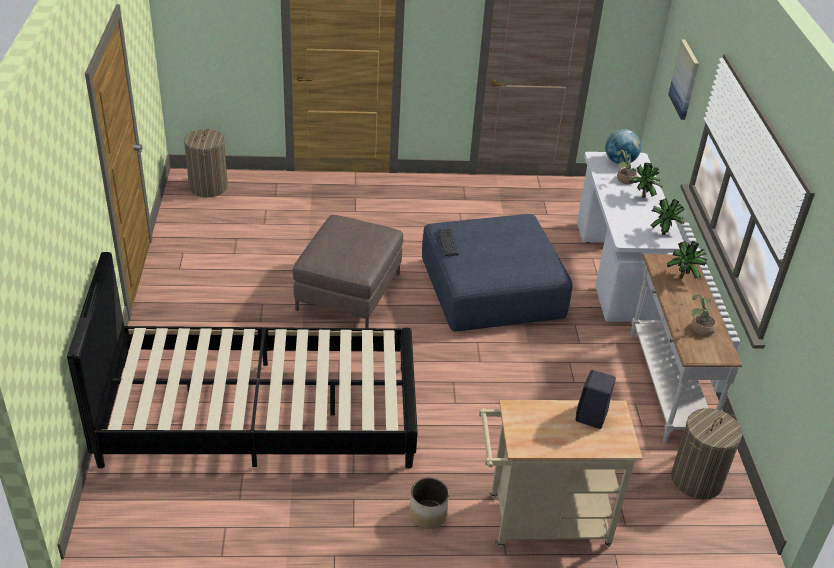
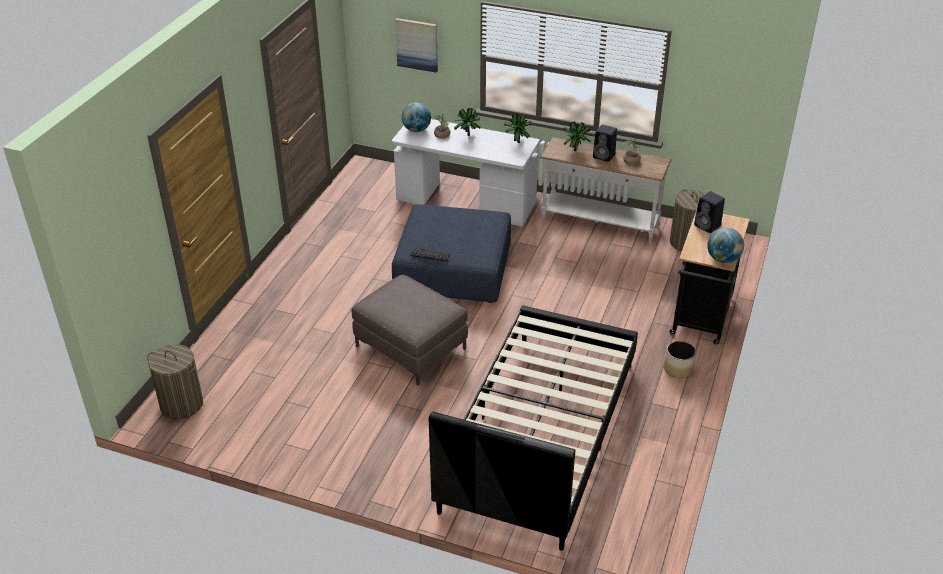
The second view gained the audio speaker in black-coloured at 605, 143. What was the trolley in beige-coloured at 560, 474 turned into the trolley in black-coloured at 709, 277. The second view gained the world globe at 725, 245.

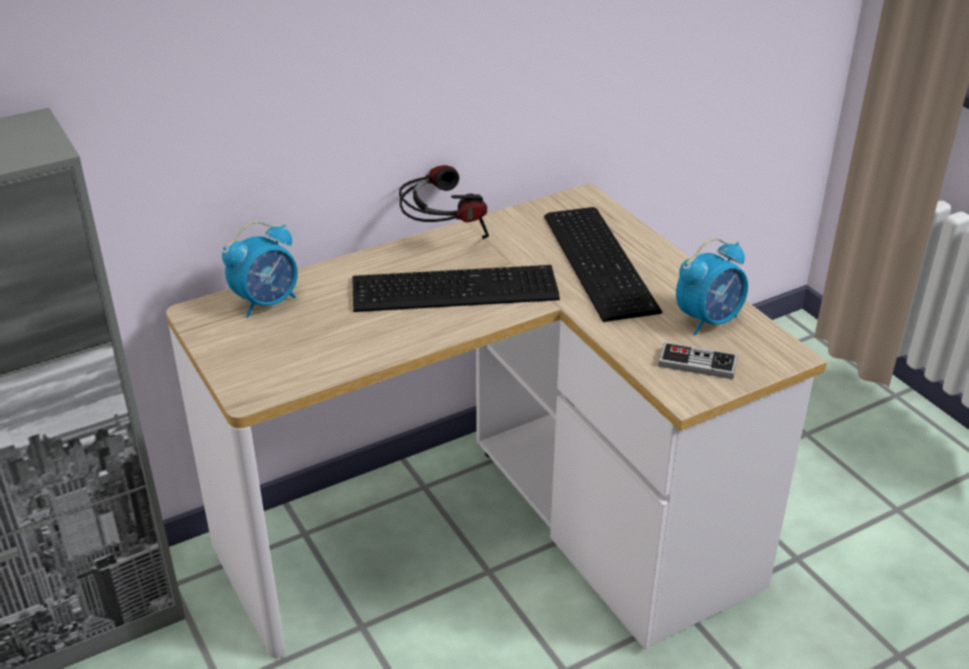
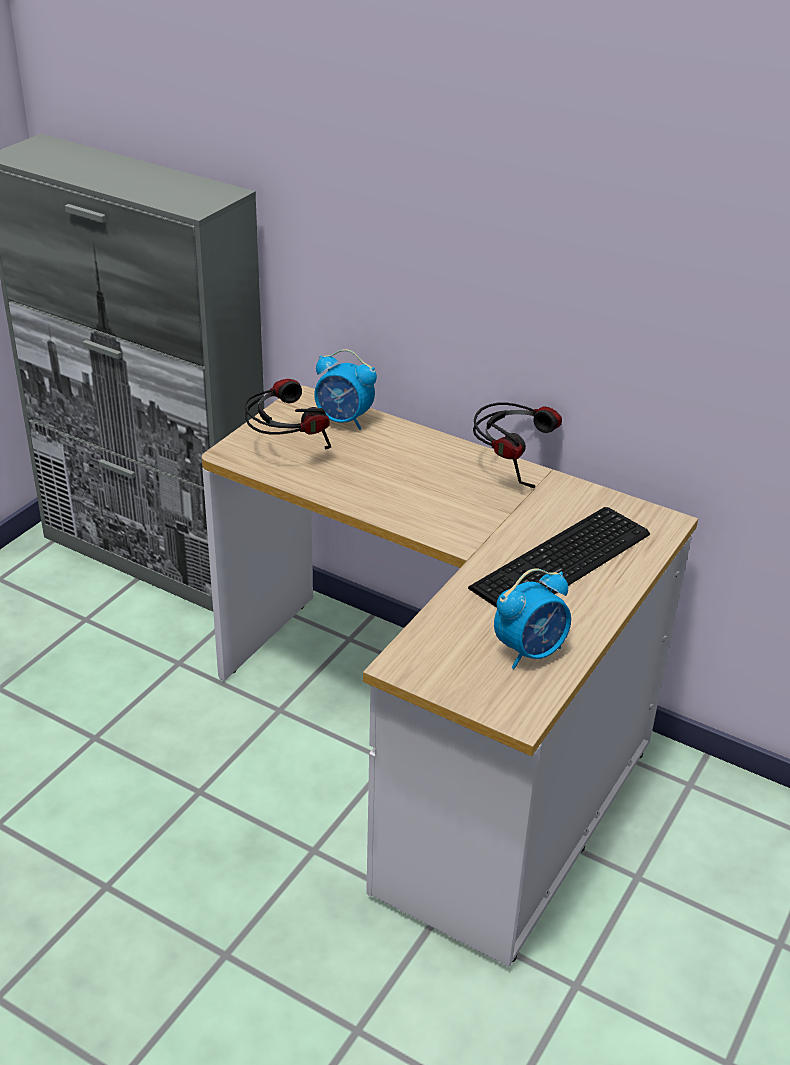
The second view gained the headphones at 288, 414. The alarm clock at 712, 286 ended up facing another way, 60 degrees counterclockwise from before. The second view lost the keyboard at 456, 288. The second view lost the game controller at 698, 360.

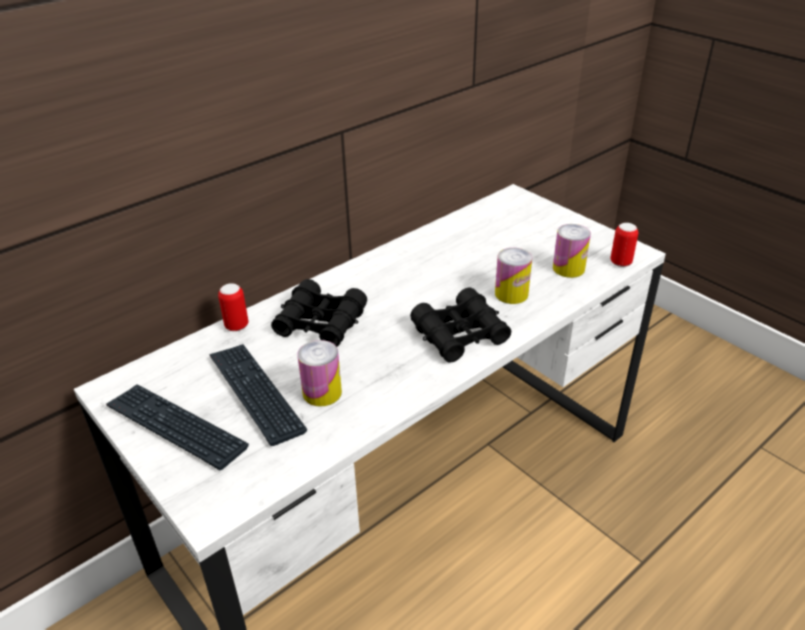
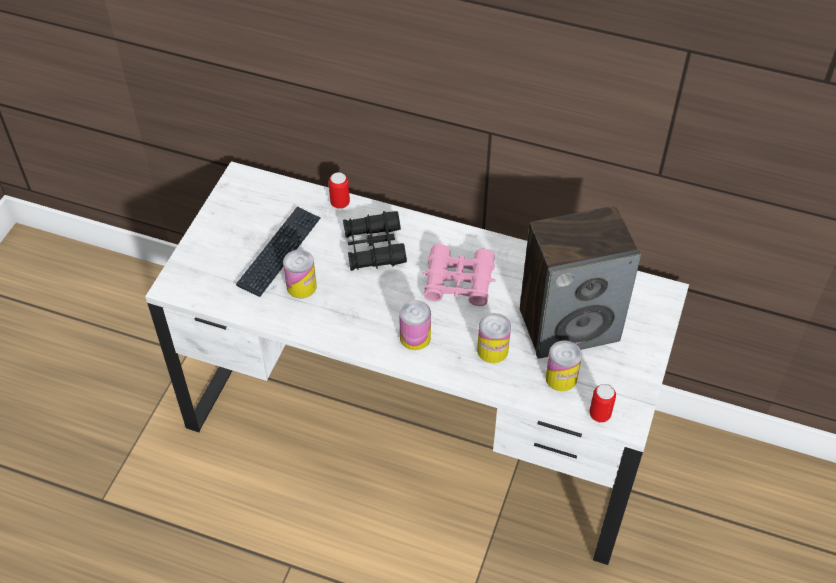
Where the binoculars in black-coloured stood at 460, 325, the metal can came to stand at 415, 325. The second view gained the binoculars in pink at 459, 275. The second view gained the audio speaker at 580, 282. The second view lost the keyboard at 177, 427.

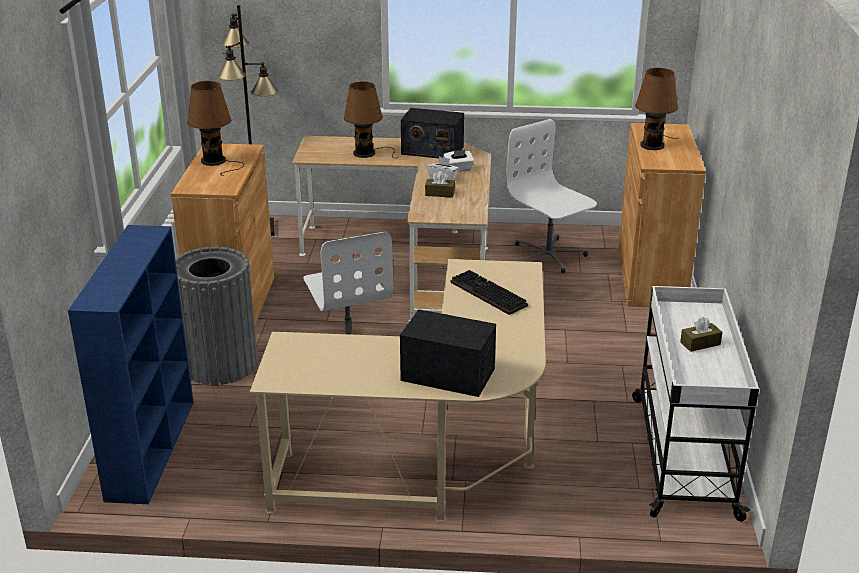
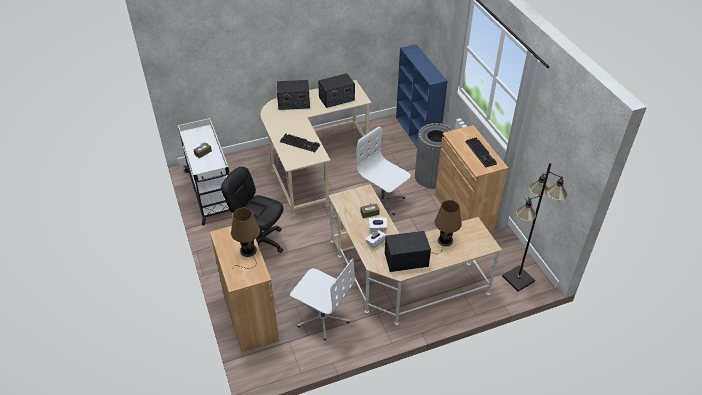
The second view gained the computer chair in black-coloured at 252, 210. The second view gained the radio receiver at 336, 90. Where the table lamp in brown-coloured stood at 215, 128, the keyboard came to stand at 481, 152.

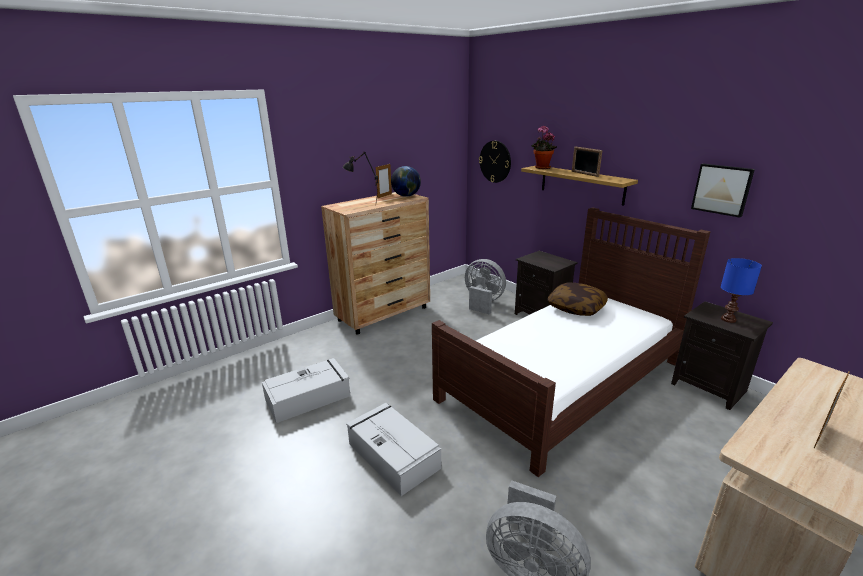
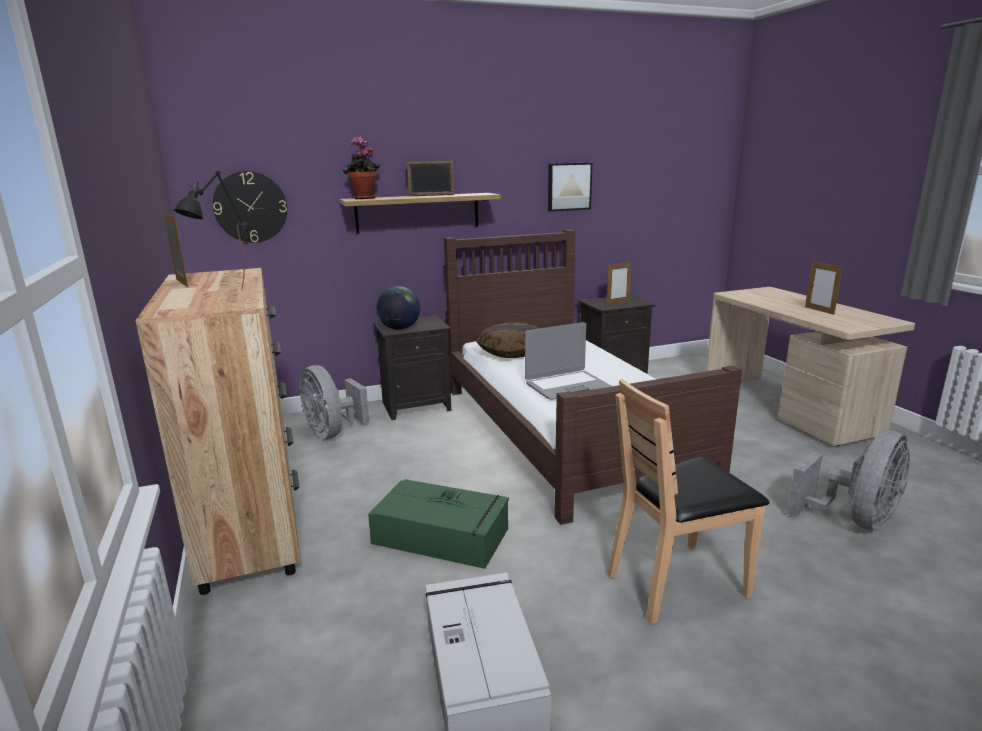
The fan in gray at 485, 286 ended up facing another way, 90 degrees counterclockwise from before. The second view gained the storage bin in green-coloured at 438, 524. The world globe ended up elsewhere, having gone from 406, 181 to 398, 308. The second view gained the portable computer at 568, 361. Where the table lamp in blue stood at 741, 290, the photo frame came to stand at 619, 282. Where the storage bin in gray stood at 393, 449, the chair in brown-coloured came to stand at 688, 501.

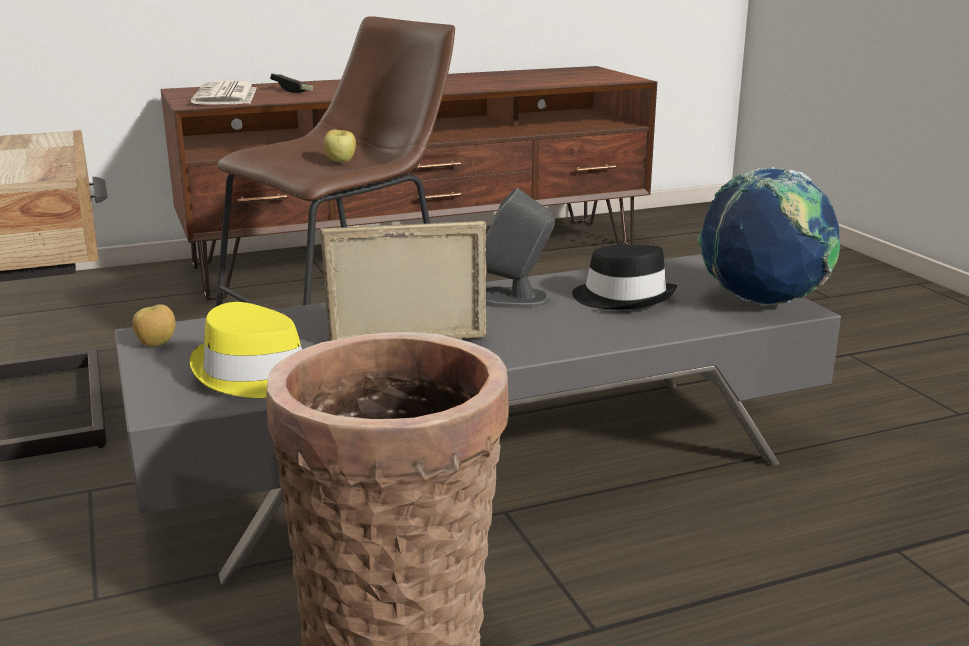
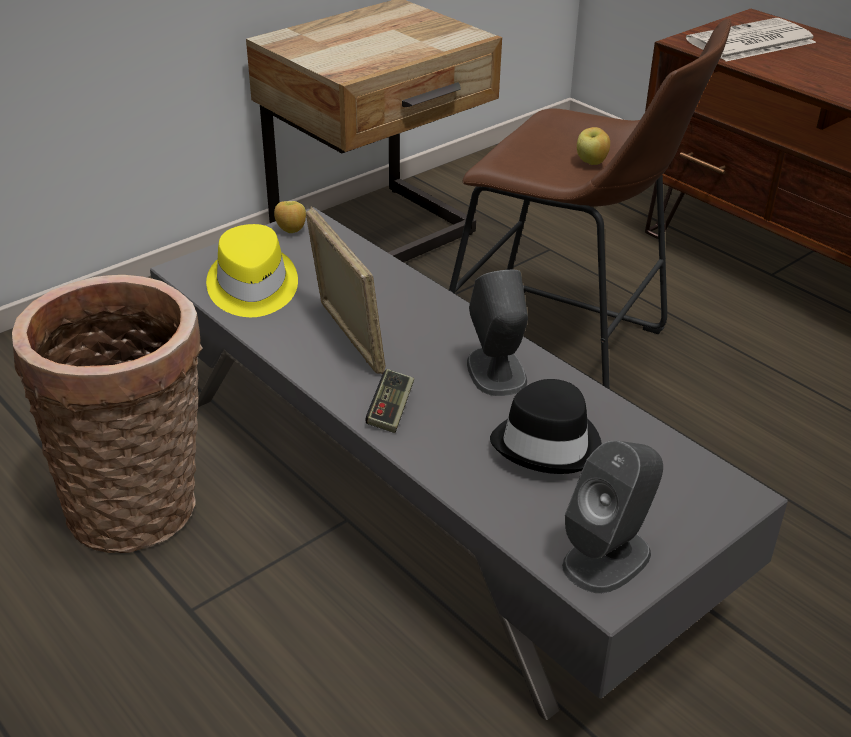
The game controller ended up elsewhere, having gone from 291, 83 to 390, 401. Where the world globe stood at 768, 236, the audio speaker in gray came to stand at 612, 516.

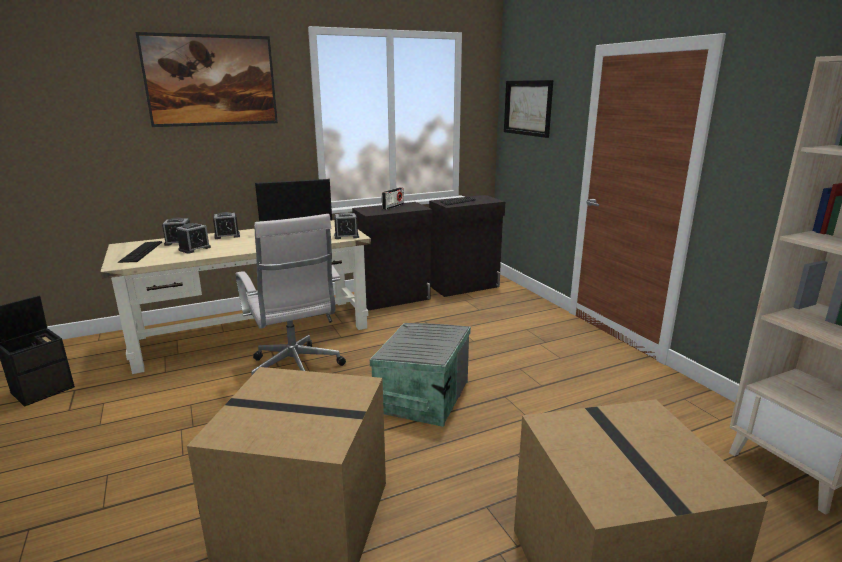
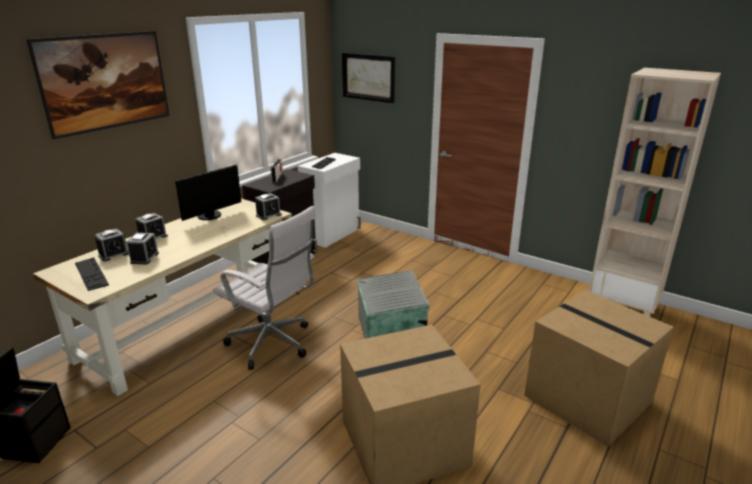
What was the storage cabinet in black-coloured at 467, 246 turned into the storage cabinet in white at 329, 200.

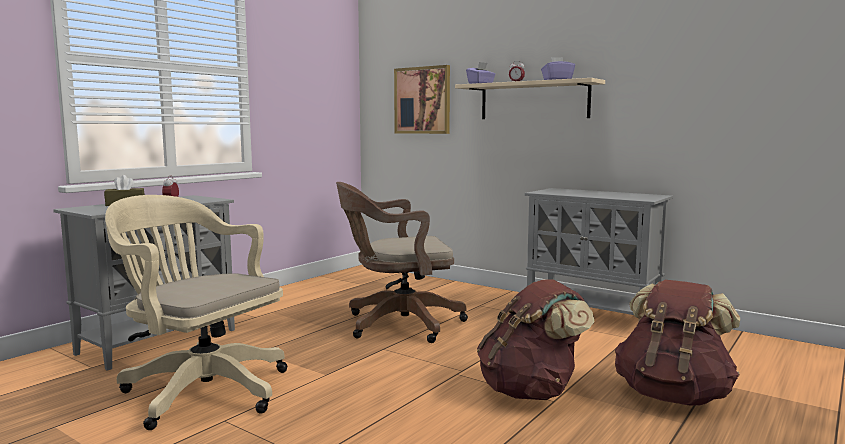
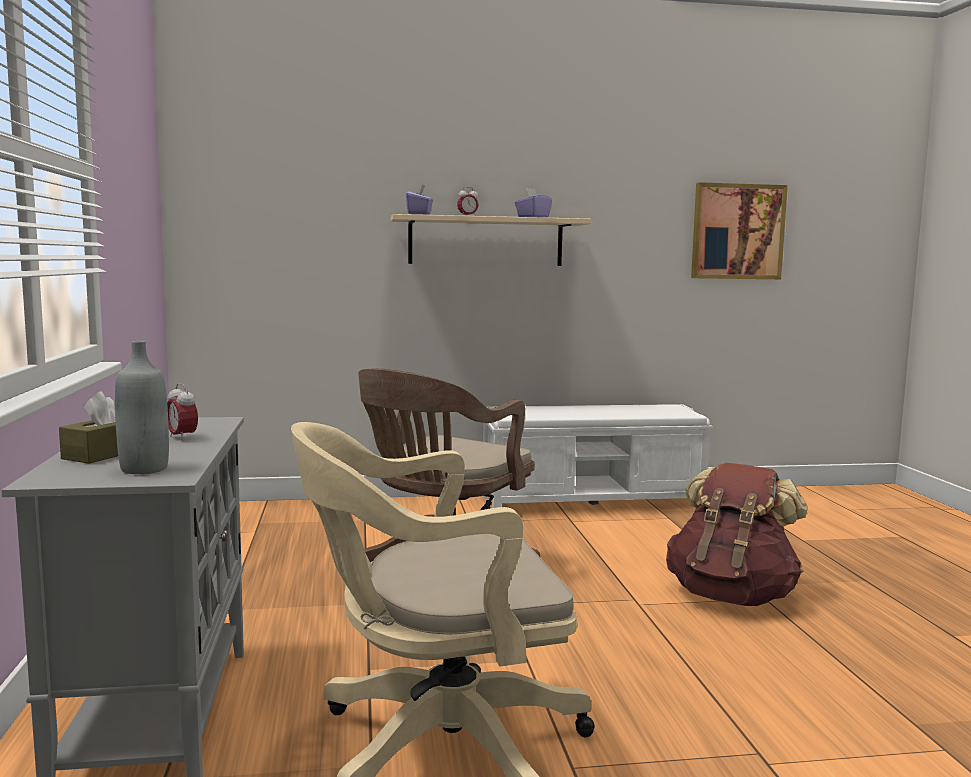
The second view gained the drink bottle in gray at 142, 407. Where the storage cabinet in gray stood at 599, 251, the bench in white came to stand at 597, 456. The picture ended up elsewhere, having gone from 422, 99 to 739, 230. The second view lost the rucksack in brown-coloured at 677, 343.

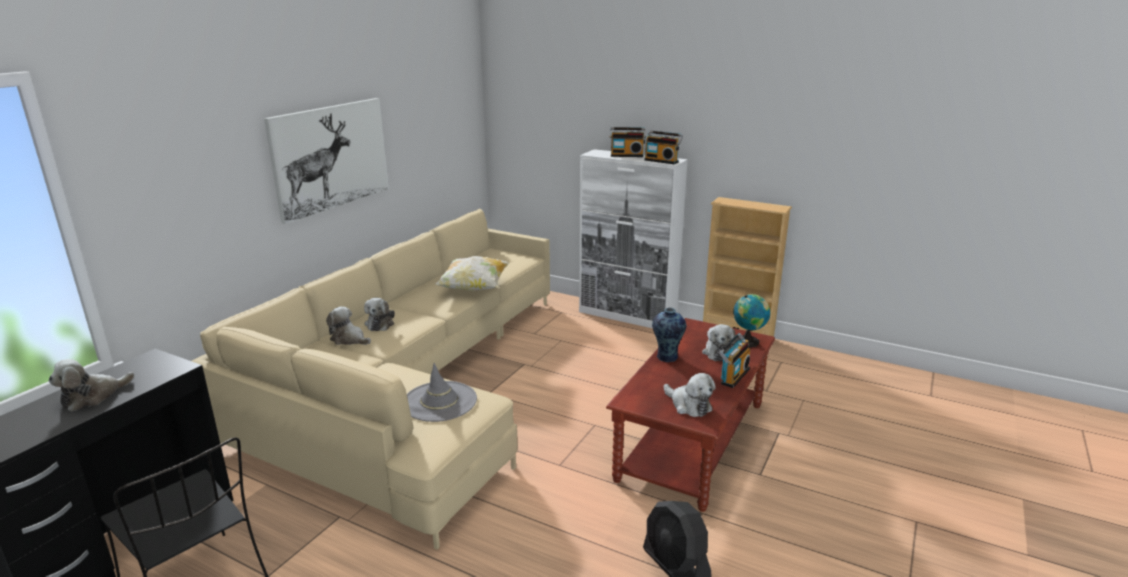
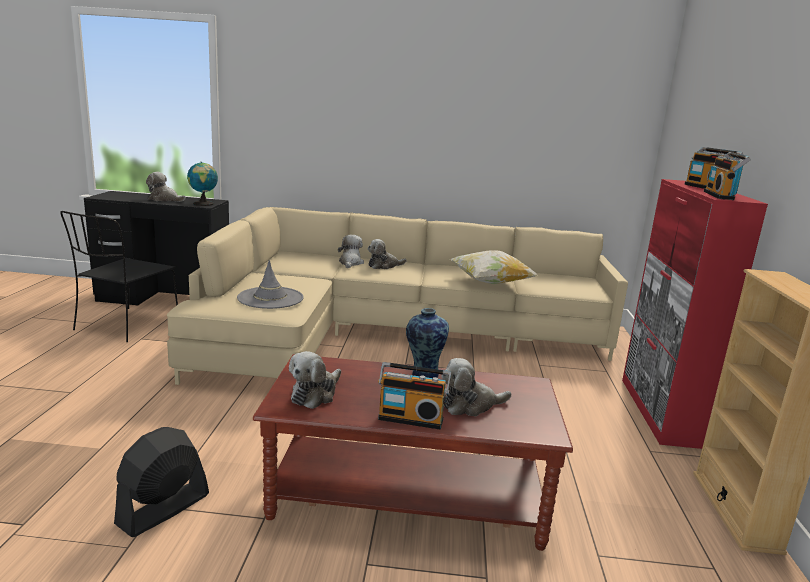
The world globe ended up elsewhere, having gone from 751, 320 to 202, 184. What was the storage cabinet in white at 633, 238 turned into the storage cabinet in red-coloured at 695, 314. The second view lost the picture at 326, 161.

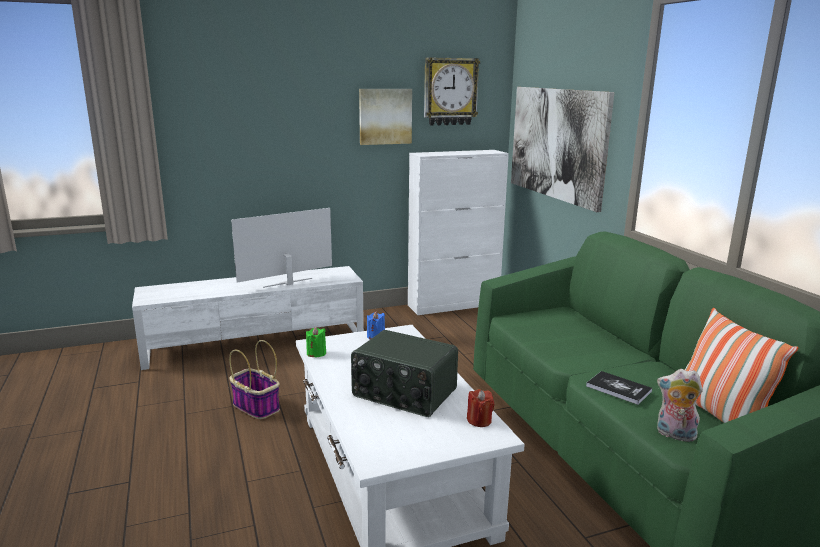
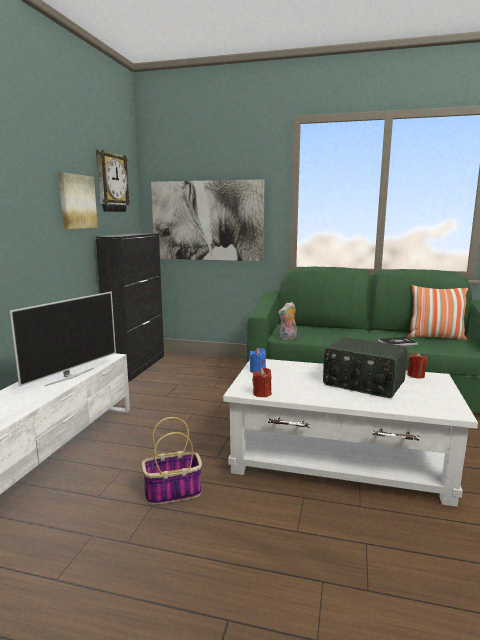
The TV set at 281, 248 ended up facing another way, 150 degrees counterclockwise from before. What was the storage cabinet in white at 458, 232 turned into the storage cabinet in black-coloured at 130, 307. What was the candle in green-coloured at 316, 342 turned into the candle in red-coloured at 261, 382. The cuddly toy ended up elsewhere, having gone from 680, 405 to 287, 321. The radio receiver at 404, 373 ended up facing another way, 60 degrees clockwise from before.

